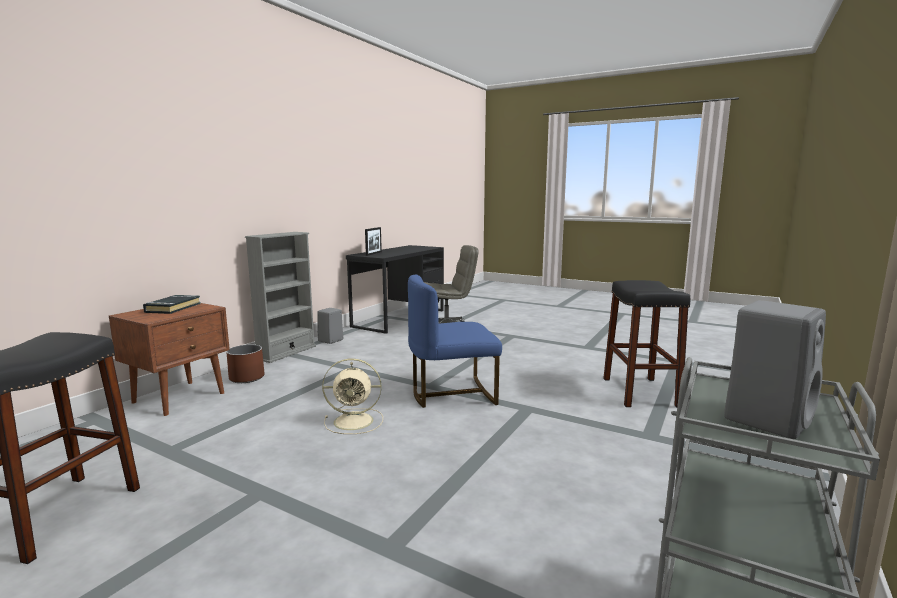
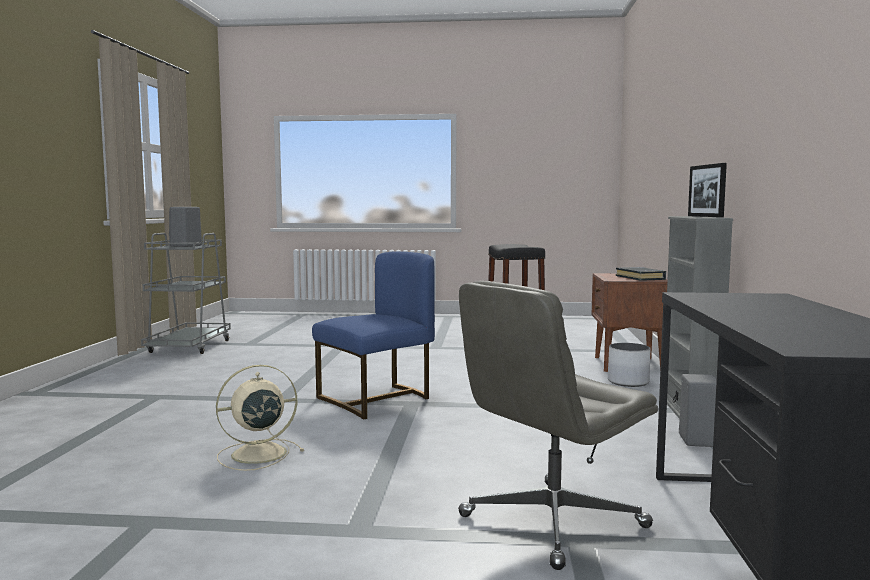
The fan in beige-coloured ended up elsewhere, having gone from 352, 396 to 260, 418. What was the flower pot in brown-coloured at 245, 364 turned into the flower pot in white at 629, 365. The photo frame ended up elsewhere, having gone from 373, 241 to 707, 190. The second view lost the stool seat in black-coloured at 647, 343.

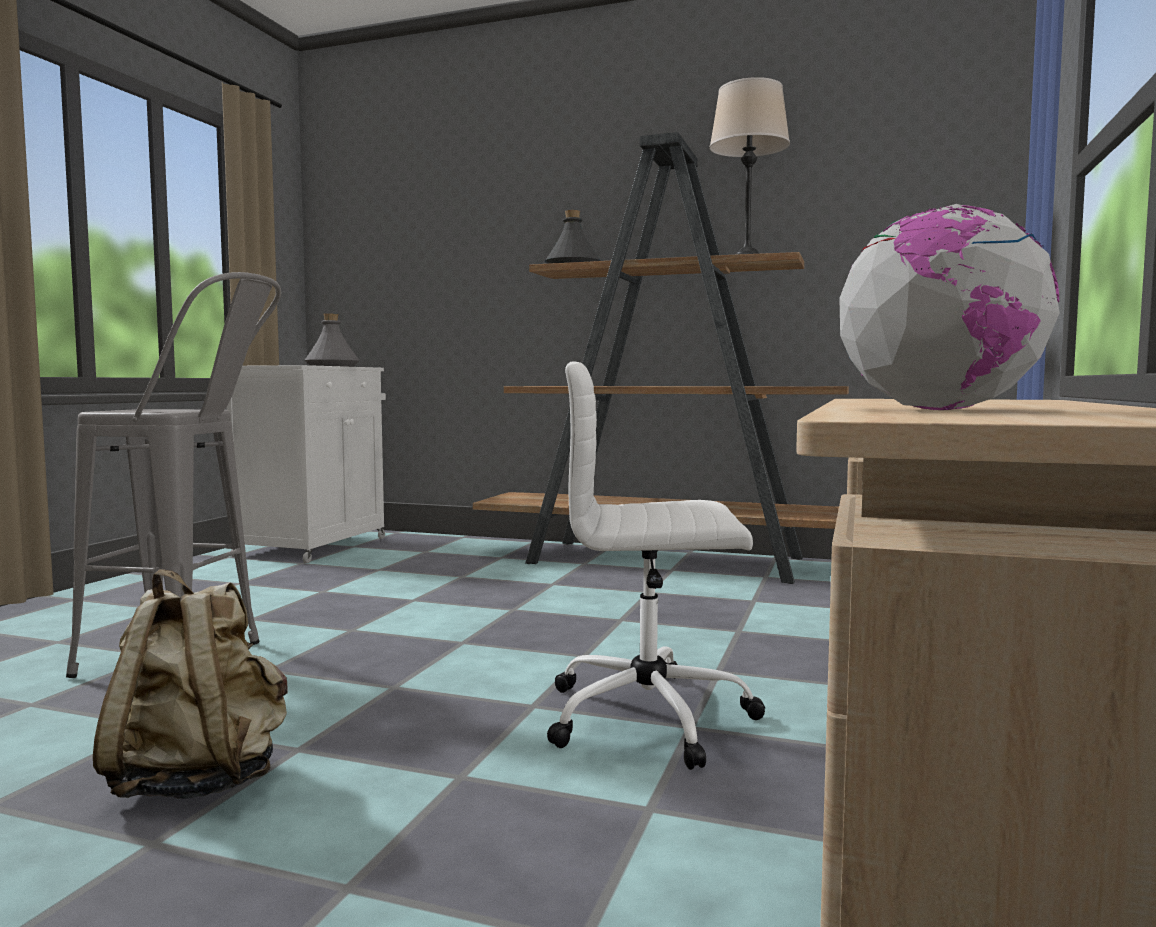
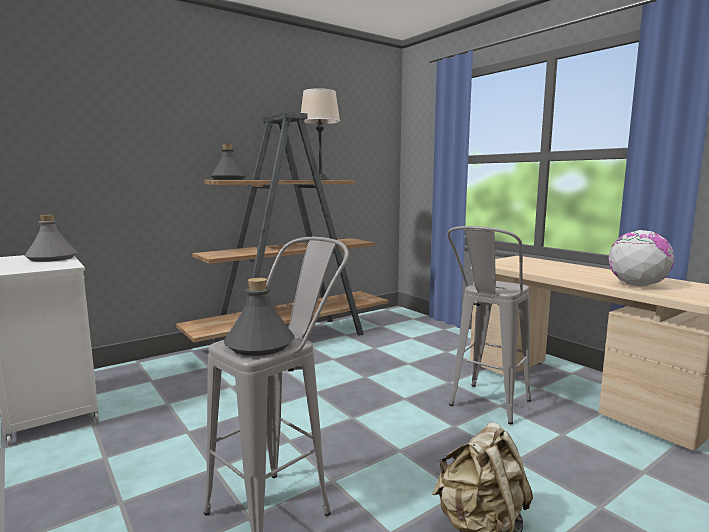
The second view gained the drink bottle in gray at 259, 317. Where the computer chair in white stood at 656, 566, the stool seat in gray came to stand at 489, 325.

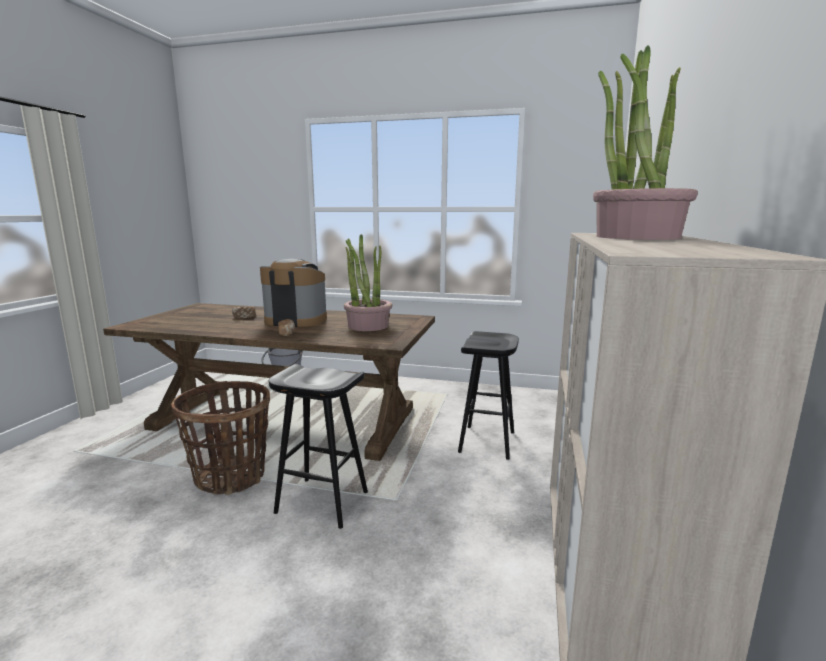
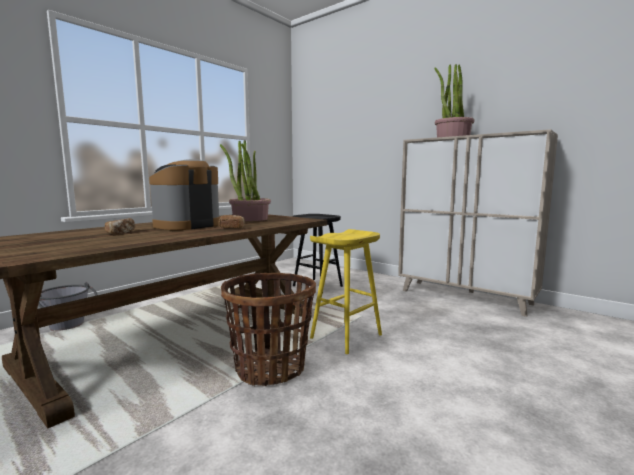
What was the stool seat in black-coloured at 318, 446 turned into the stool seat in yellow-coloured at 346, 291.

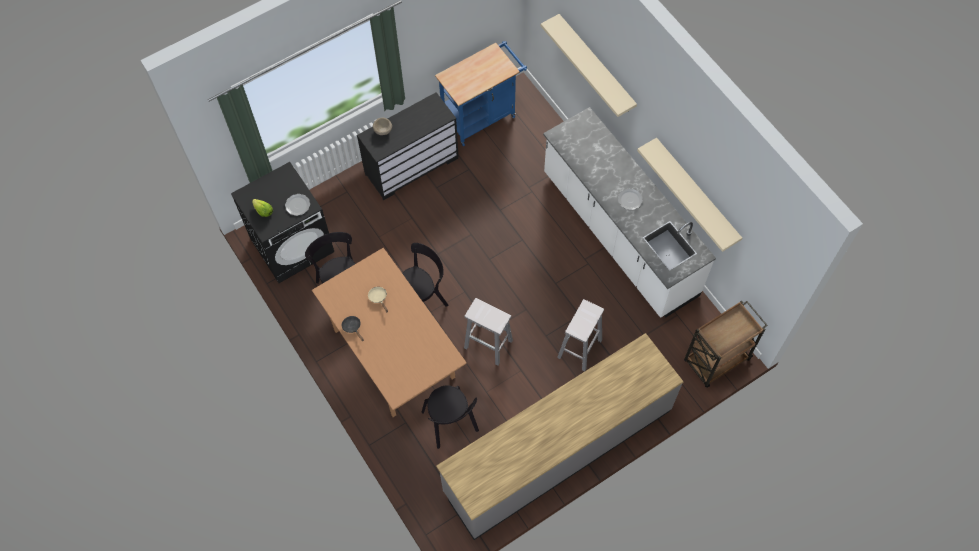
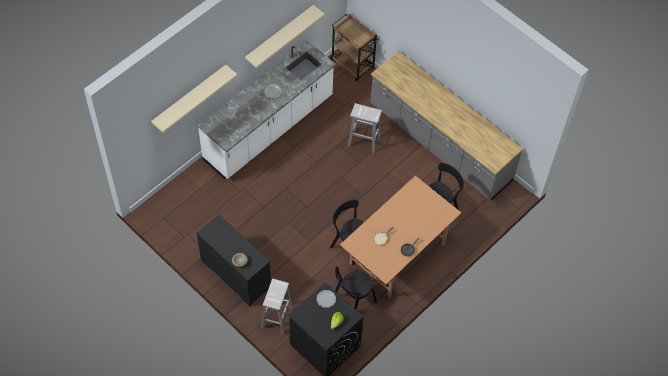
The stool seat in white ended up elsewhere, having gone from 488, 331 to 277, 306. The second view lost the trolley in blue at 481, 93.

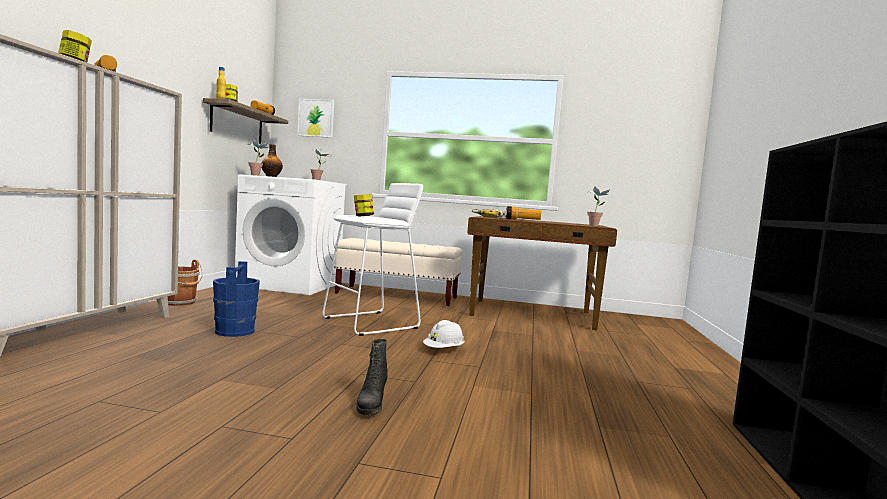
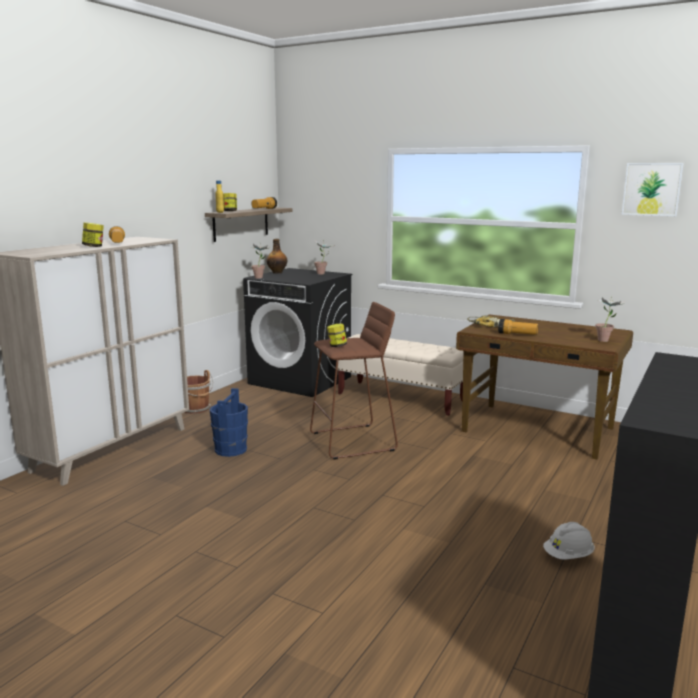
What was the laundry machine in white at 290, 234 turned into the laundry machine in black-coloured at 297, 332. What was the stool seat in white at 372, 259 turned into the stool seat in brown-coloured at 354, 380. The safety helmet in white ended up elsewhere, having gone from 444, 334 to 568, 541. The picture ended up elsewhere, having gone from 315, 118 to 653, 189. The second view lost the boot in black-coloured at 372, 377.

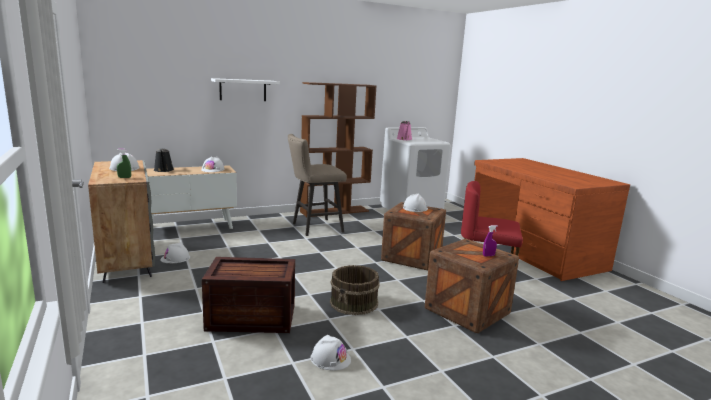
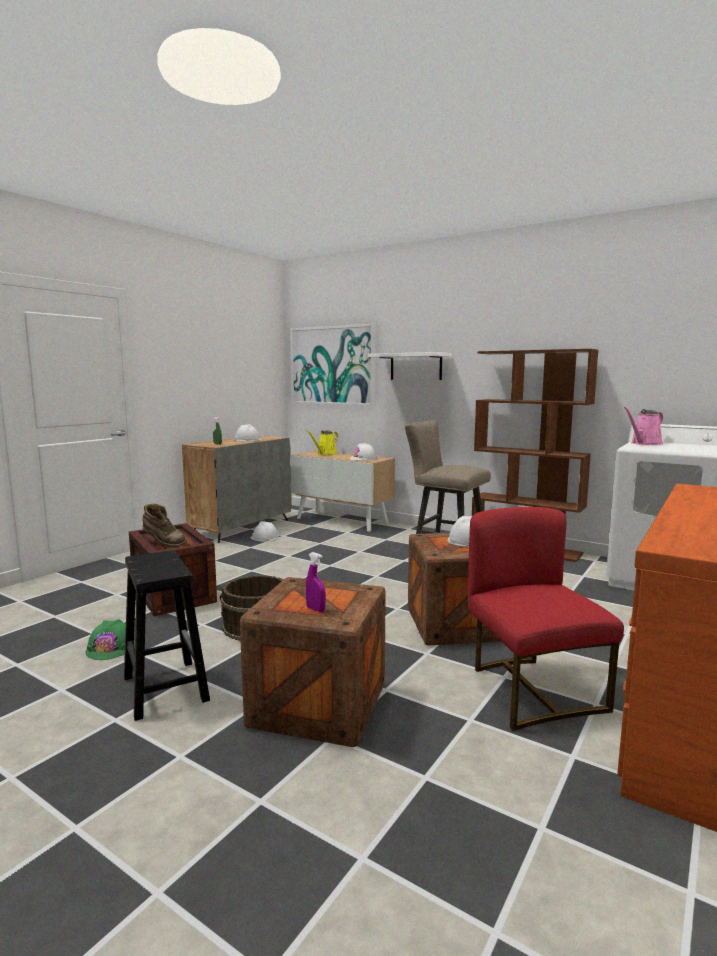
What was the safety helmet in white at 330, 352 turned into the safety helmet in green-coloured at 110, 639. The second view gained the stool seat in black-coloured at 167, 635. The second view gained the boot in brown-coloured at 165, 525. The second view gained the picture at 333, 365. What was the watering pot in black-coloured at 164, 160 turned into the watering pot in yellow-coloured at 322, 442.

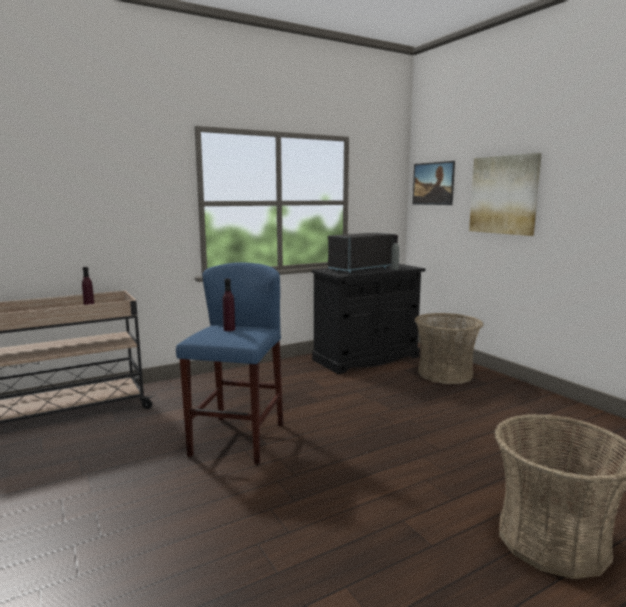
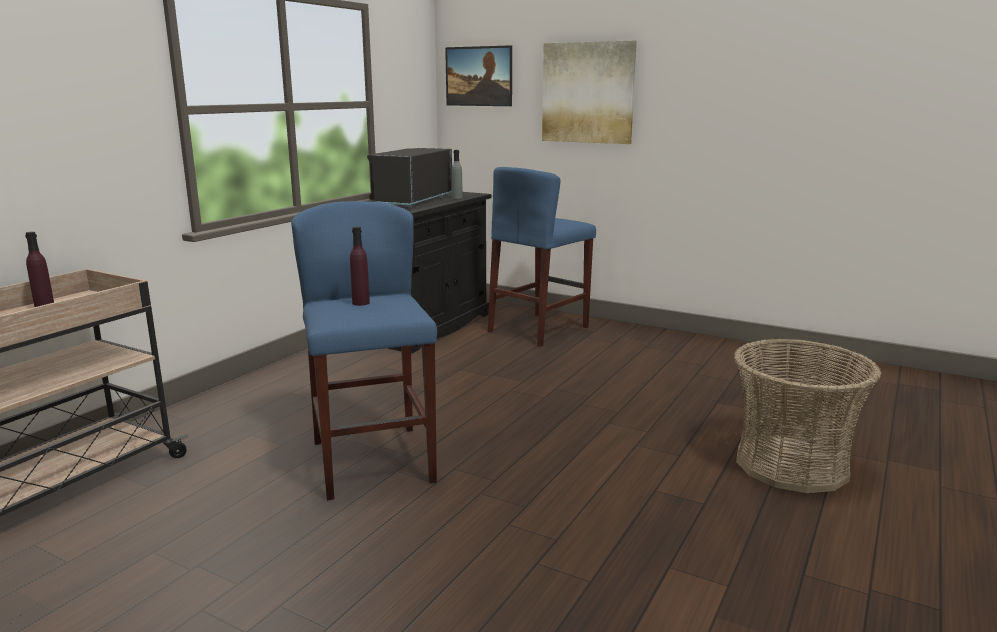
Where the household basket stood at 449, 348, the stool seat in blue came to stand at 542, 257.

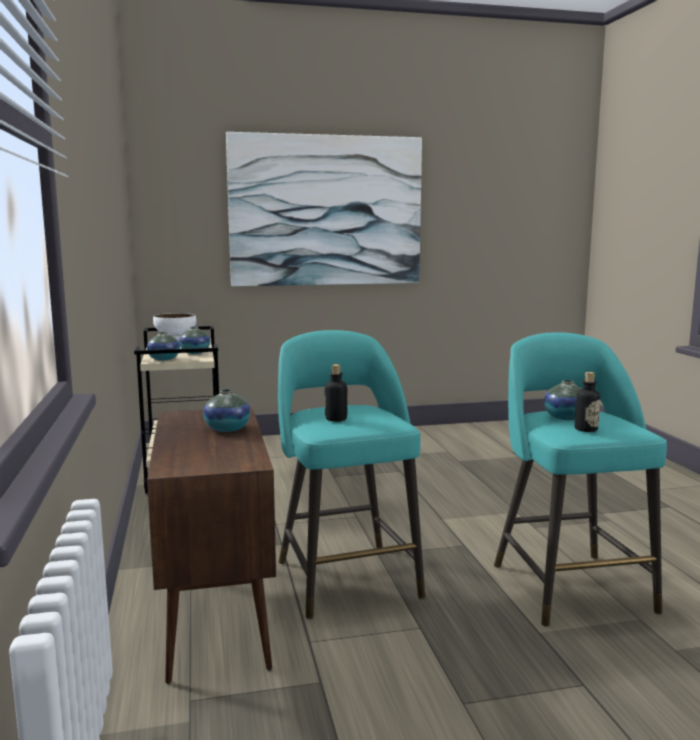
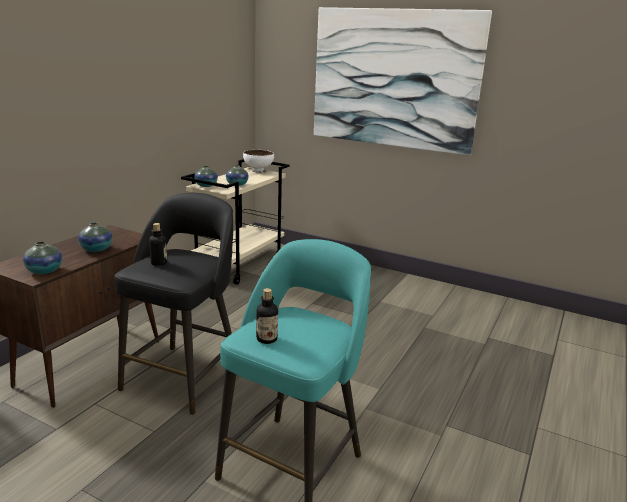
The decorative vase ended up elsewhere, having gone from 563, 400 to 42, 257. What was the stool seat in turquoise-coloured at 351, 474 turned into the stool seat in black-coloured at 173, 304.

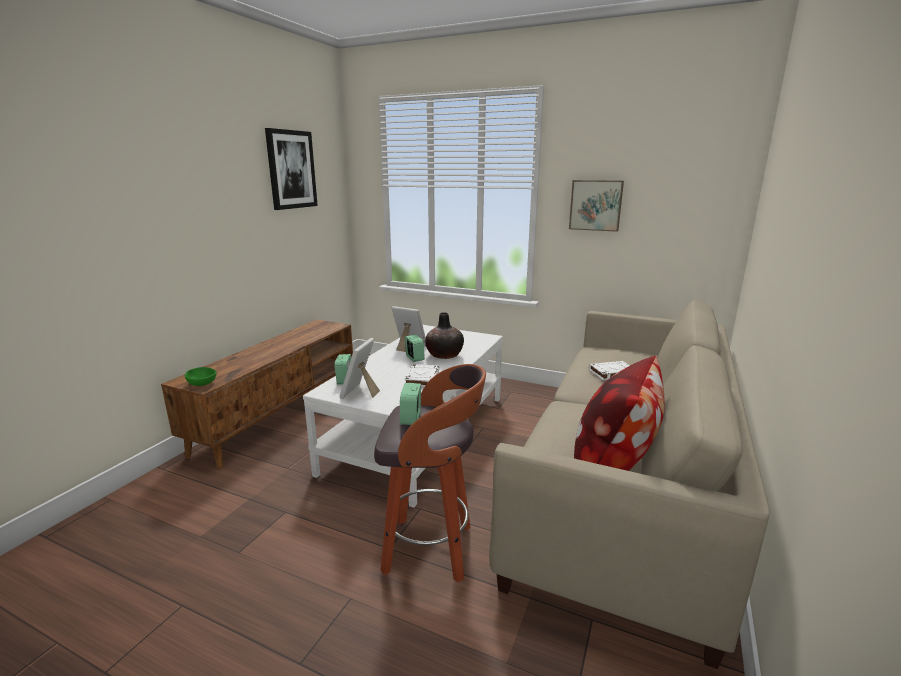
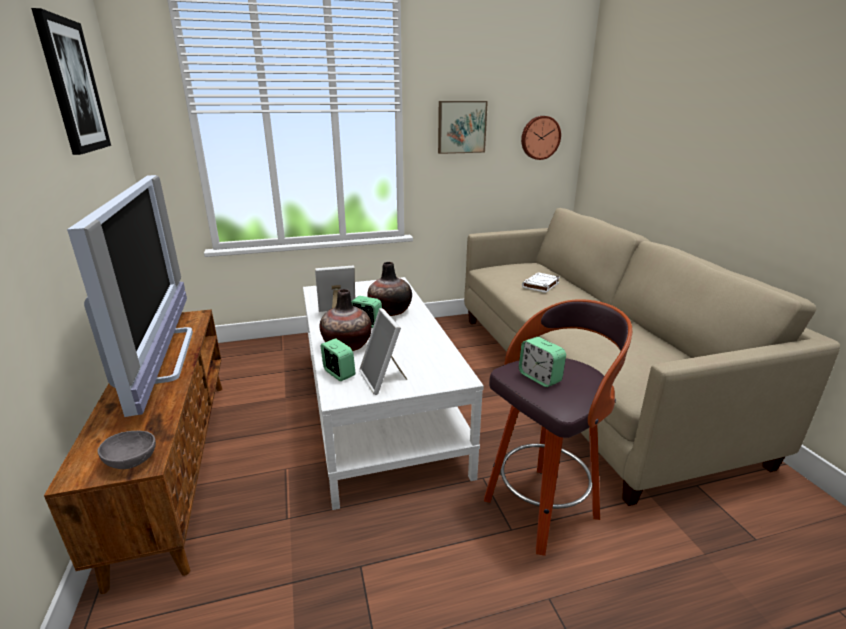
The second view gained the TV set at 130, 296. What was the deep dish in green-coloured at 200, 376 turned into the deep dish in gray at 126, 450. The second view gained the decorative vase at 346, 320. The second view gained the hanging clock at 541, 138. The second view lost the volume in white at 422, 375. The second view lost the pillow at 619, 413.

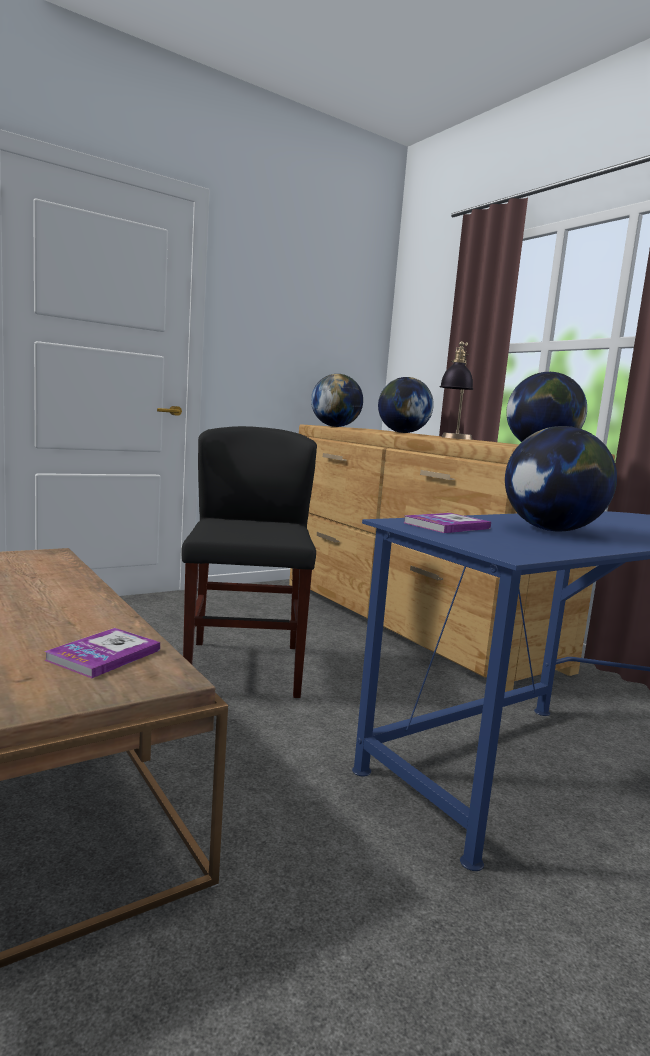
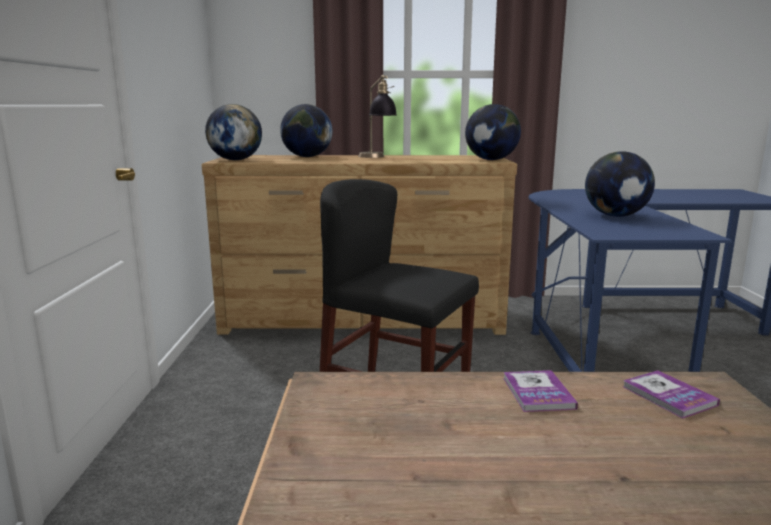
The volume ended up elsewhere, having gone from 447, 523 to 540, 391.

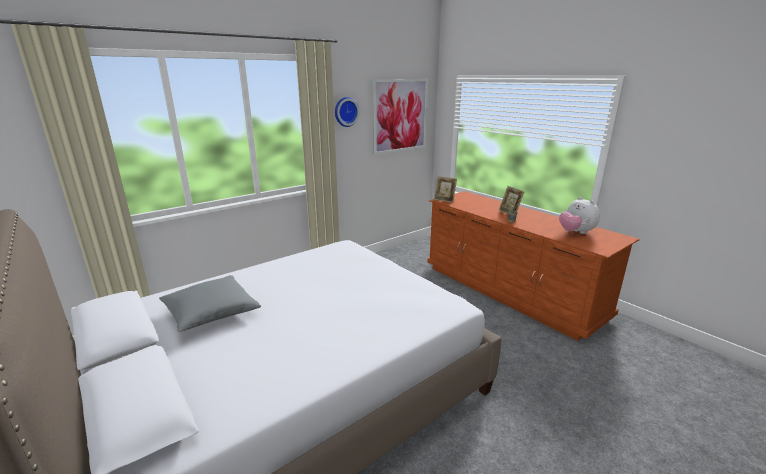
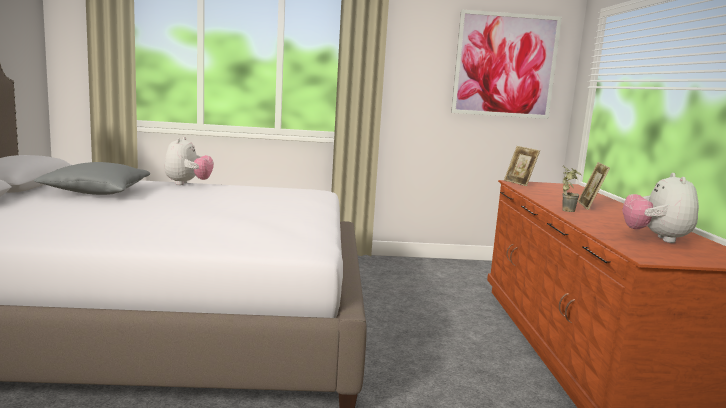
The second view gained the cuddly toy at 189, 161. The second view lost the hanging clock at 347, 112.

